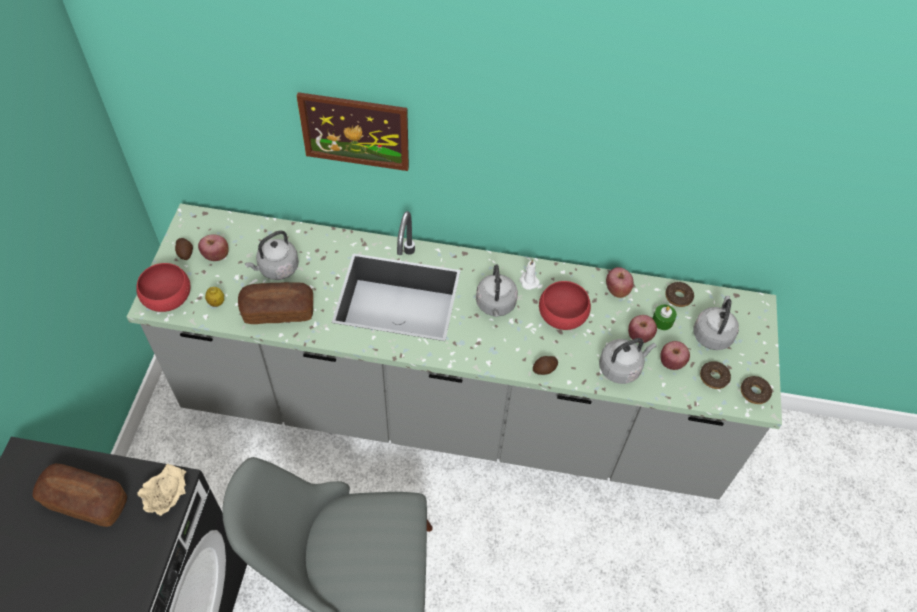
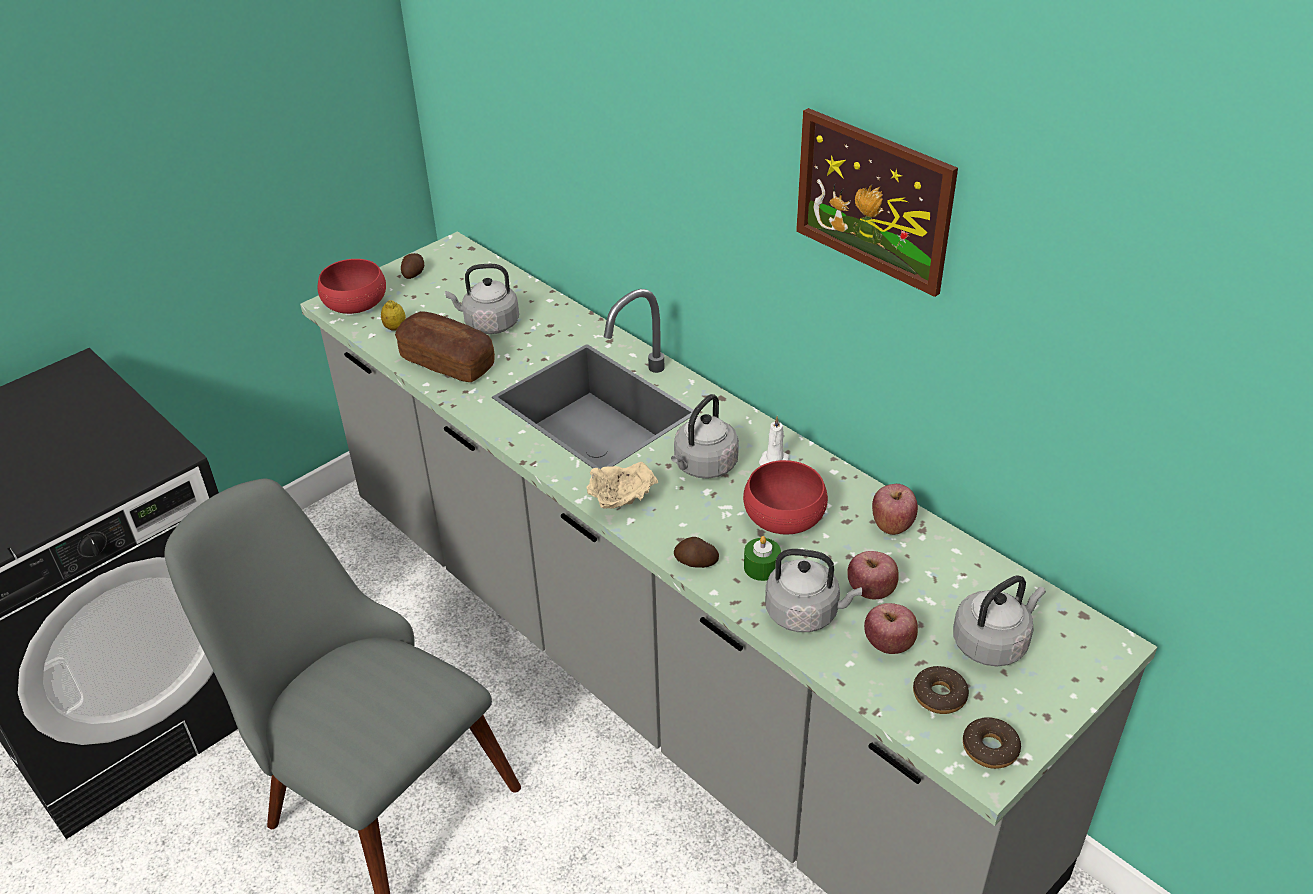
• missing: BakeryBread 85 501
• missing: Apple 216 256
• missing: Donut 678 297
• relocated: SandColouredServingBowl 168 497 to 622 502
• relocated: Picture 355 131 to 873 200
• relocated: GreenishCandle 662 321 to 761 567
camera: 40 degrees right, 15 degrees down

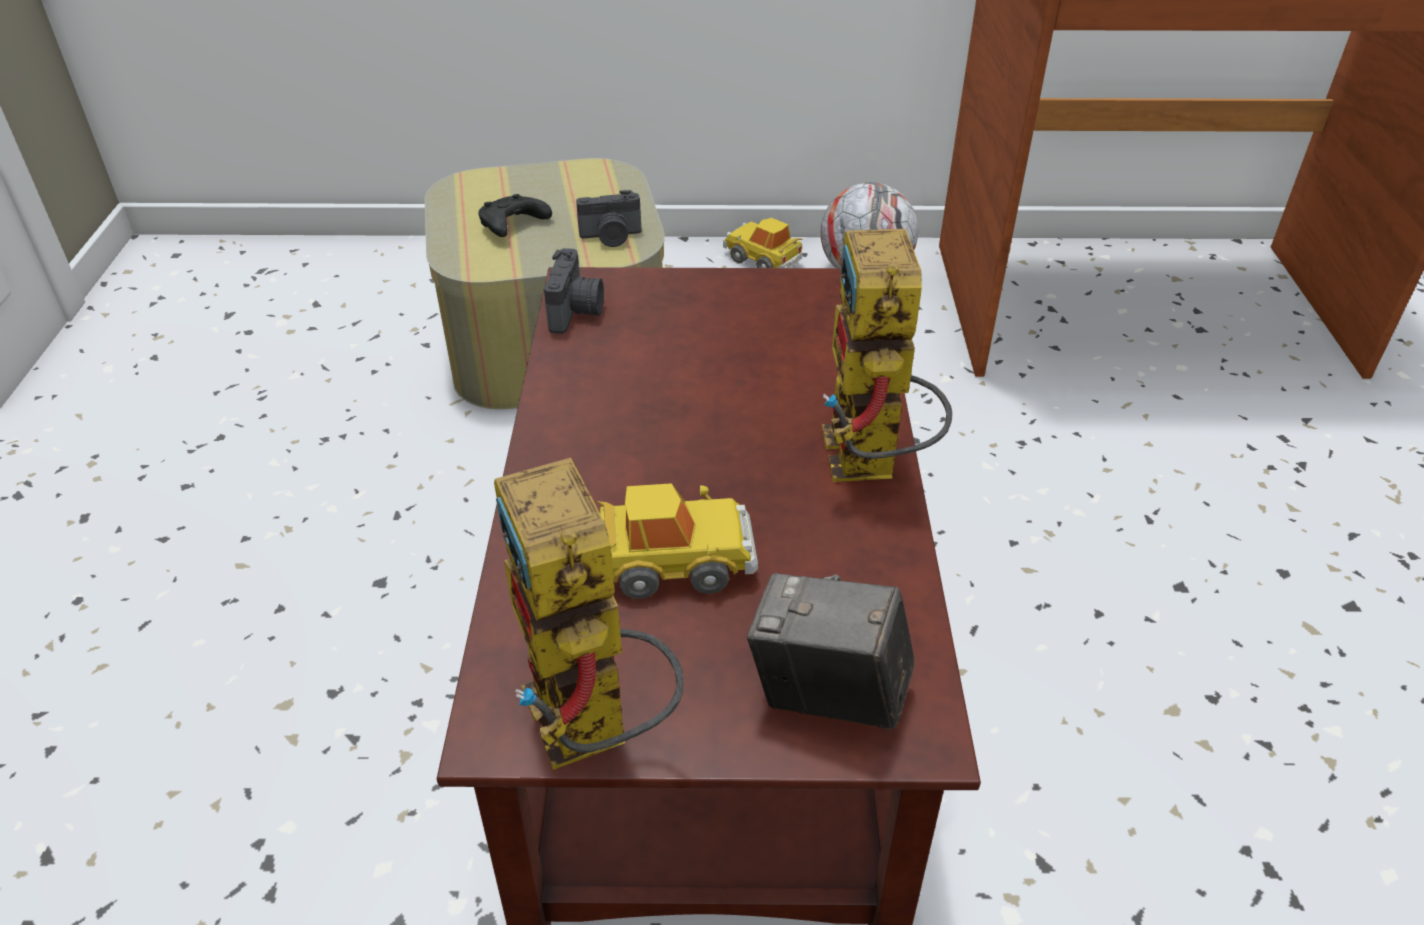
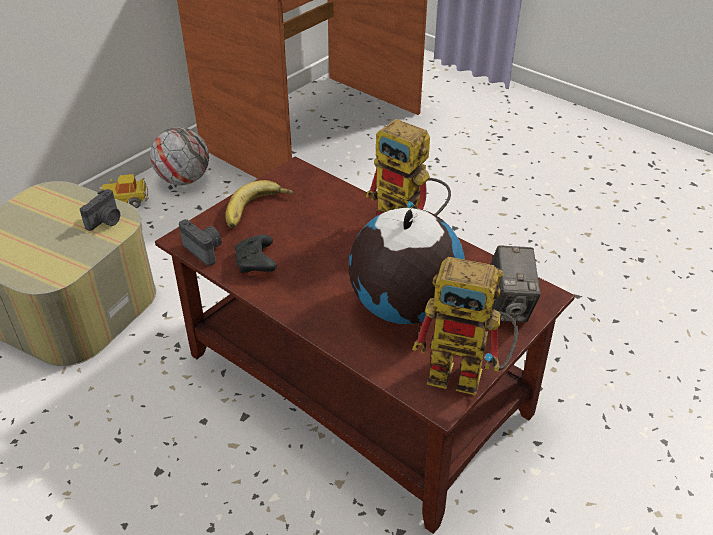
• appeared: Banana 258 210
• relocated: BlackColouredGamepad 512 227 to 256 262
• exchanged: ModelCar 674 562 to Globe 402 307
• spun: PhotoCamera 828 695 = 508 306 60 degrees counterclockwise
camera: 50 degrees left, 0 degrees up

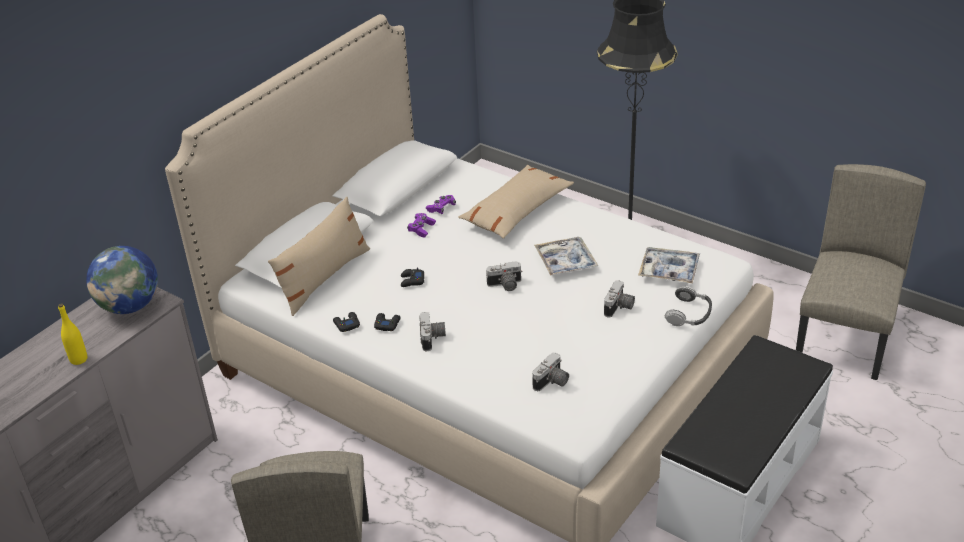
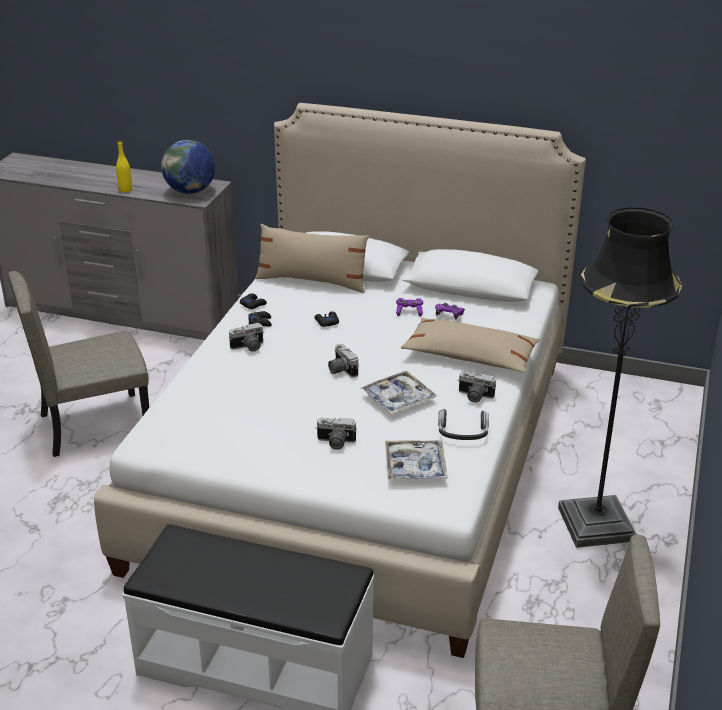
• relocated: PhotoCamera 552 382 to 474 396
• relocated: Headphones 689 314 to 463 432
camera: 70 degrees right, 5 degrees down

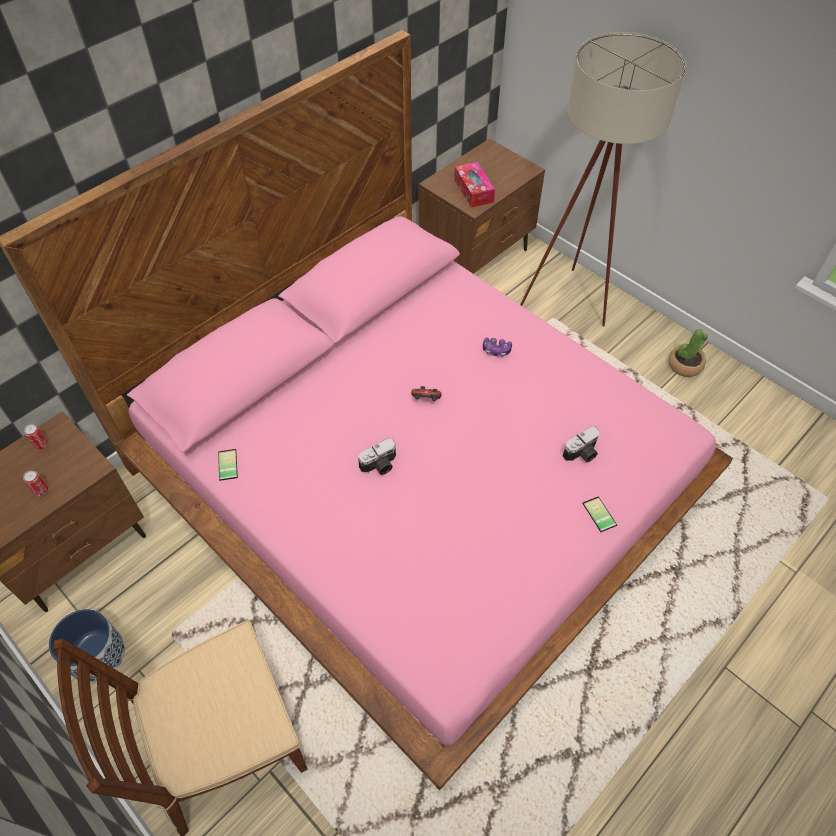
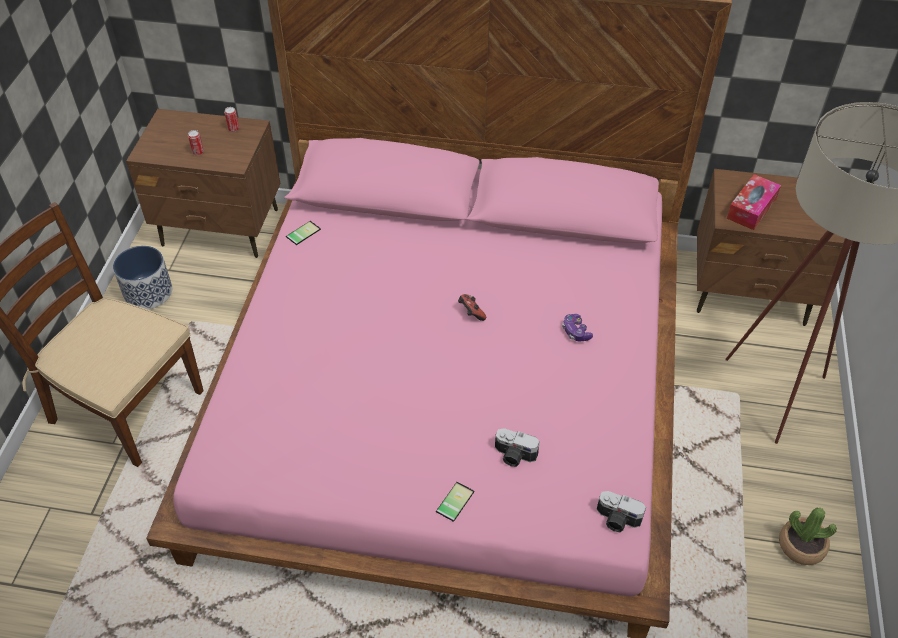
• relocated: PhotoCamera 380 465 to 617 520
camera: 55 degrees right, 5 degrees down

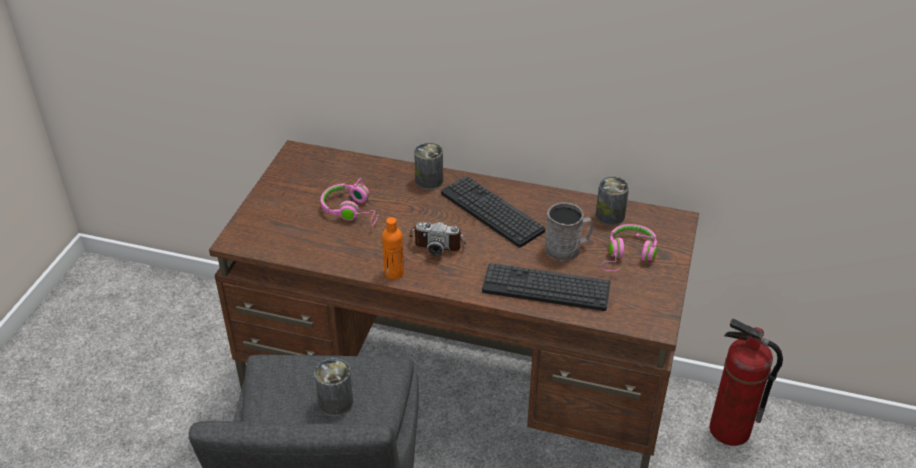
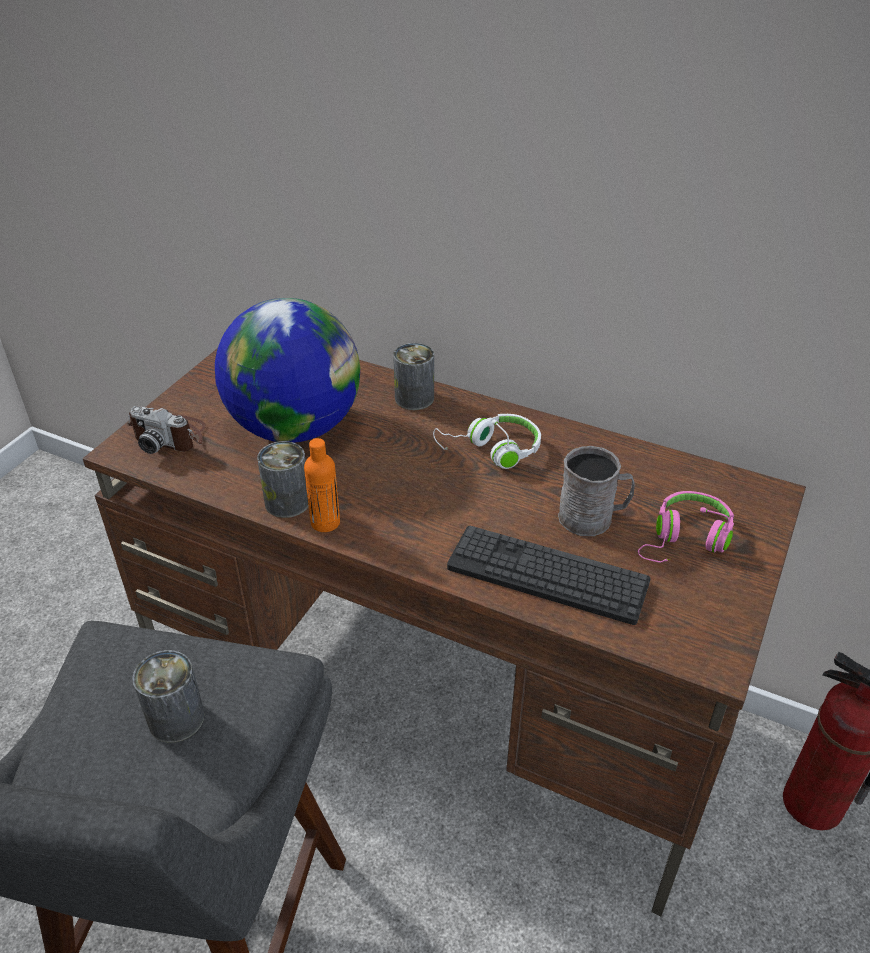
• relocated: PhotoCamera 438 240 to 170 435
• relocated: SealedCan 610 216 to 287 502
• exchanged: PinkishHeadphones 352 211 to Globe 295 427
• exchanged: Keyboard 492 212 to WhiteColouredHeadphones 492 450
camera: 10 degrees right, 0 degrees up

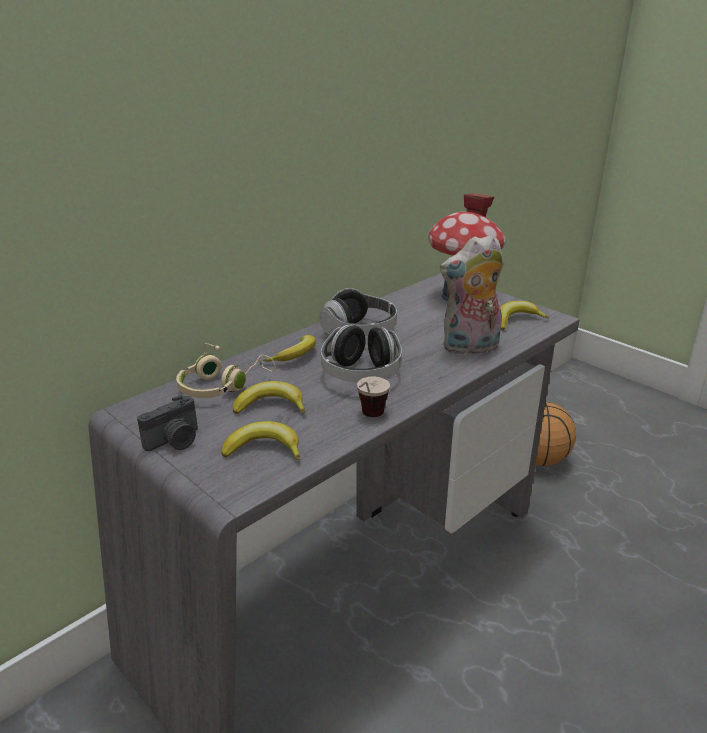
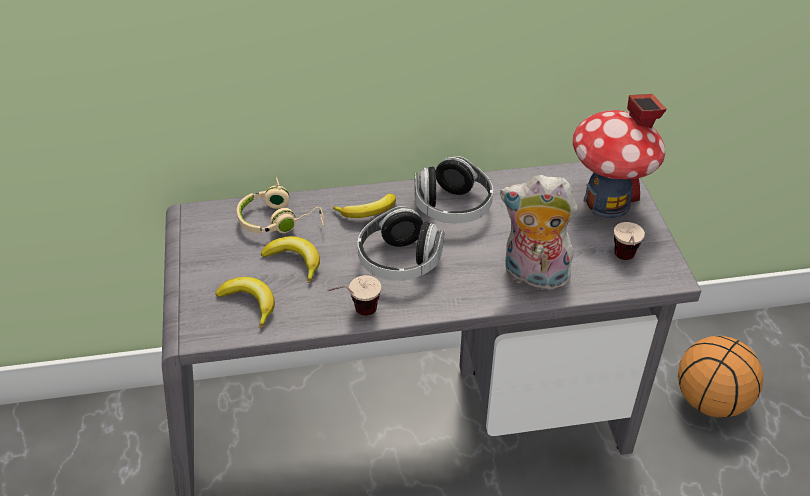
• missing: PhotoCamera 175 441
• exchanged: Banana 516 321 to SmallCup 624 262
camera: 35 degrees right, 15 degrees up

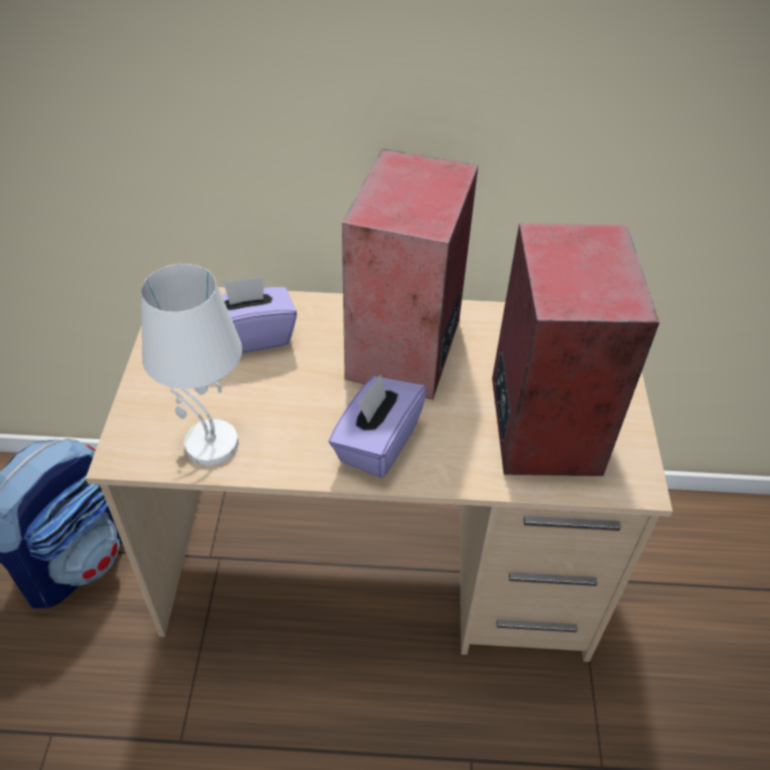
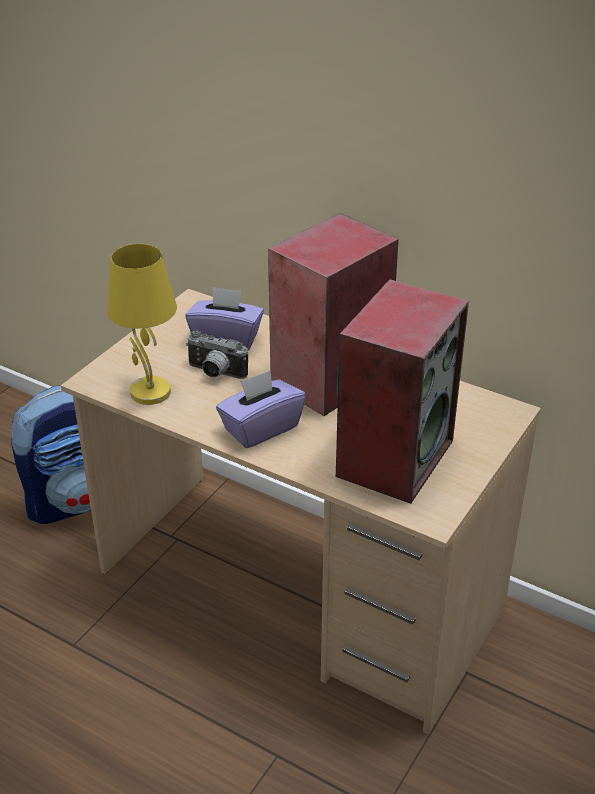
• appeared: PhotoCamera 215 373
• colour: WhiteColouredLampForATable 209 444 to YellowishLampForATable 149 392
camera: 30 degrees right, 10 degrees down

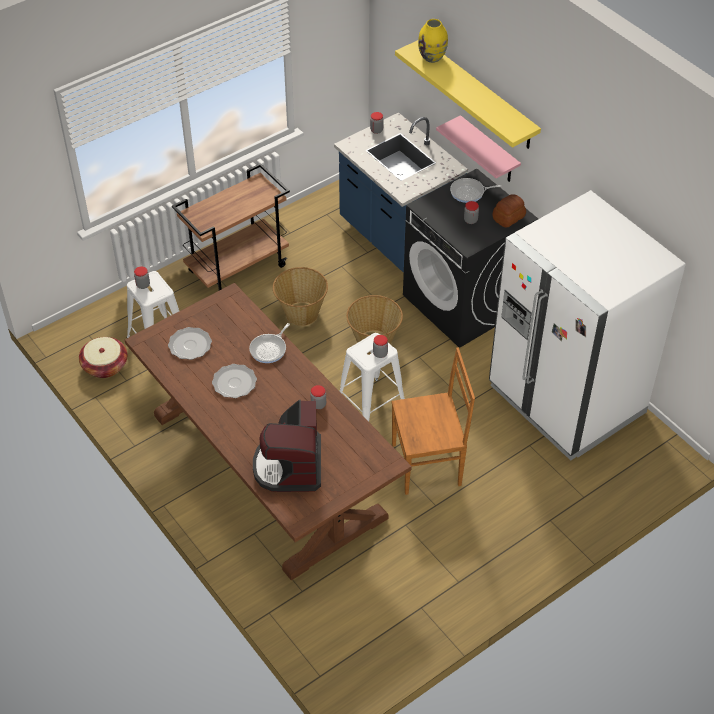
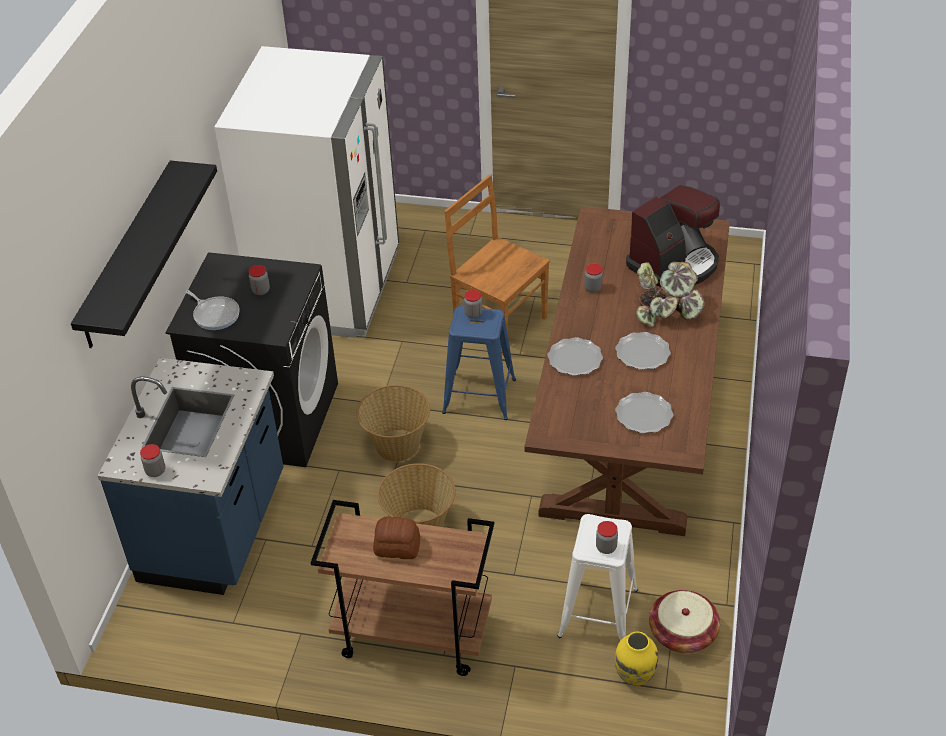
• missing: PinkishBracketShelf 489 151
• appeared: PottedPlant 666 312
• relocated: YellowishVase 432 57 to 634 675
• relocated: BakeryBread 509 217 to 397 546
• exchanged: Pan 269 349 to FlatDish 574 358
• colour: WhiteColouredStoolSeat 371 406 to BlueStoolSeat 479 396
• colour: YellowishBracketShelf 478 95 to BlackColouredBracketShelf 128 255
camera: 130 degrees left, 5 degrees down

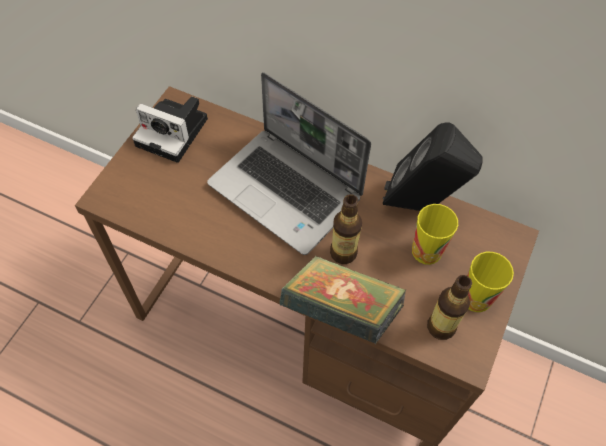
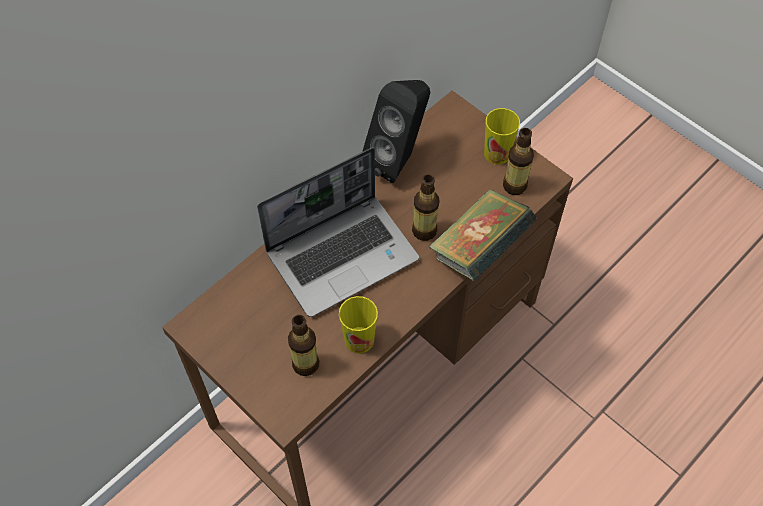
• missing: PhotoCamera 175 132
• appeared: BeverageBottle 305 364
• relocated: SmallCup 426 251 to 359 340
camera: 70 degrees left, 0 degrees up

